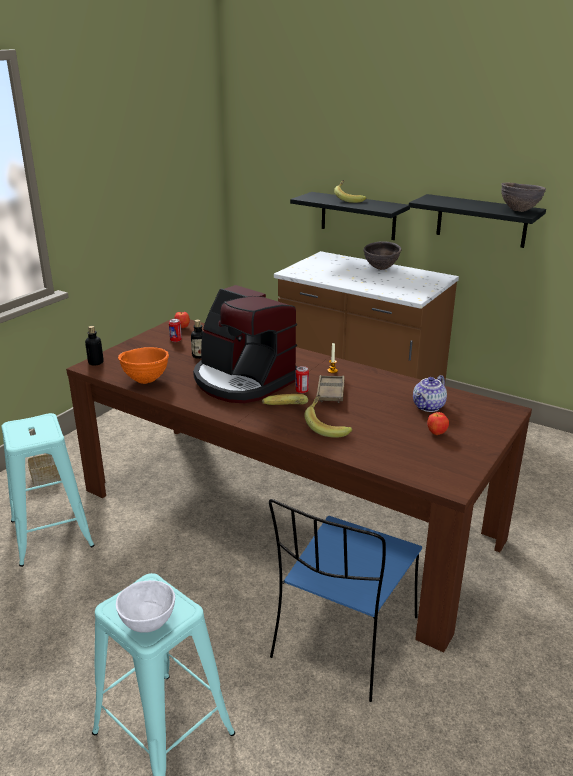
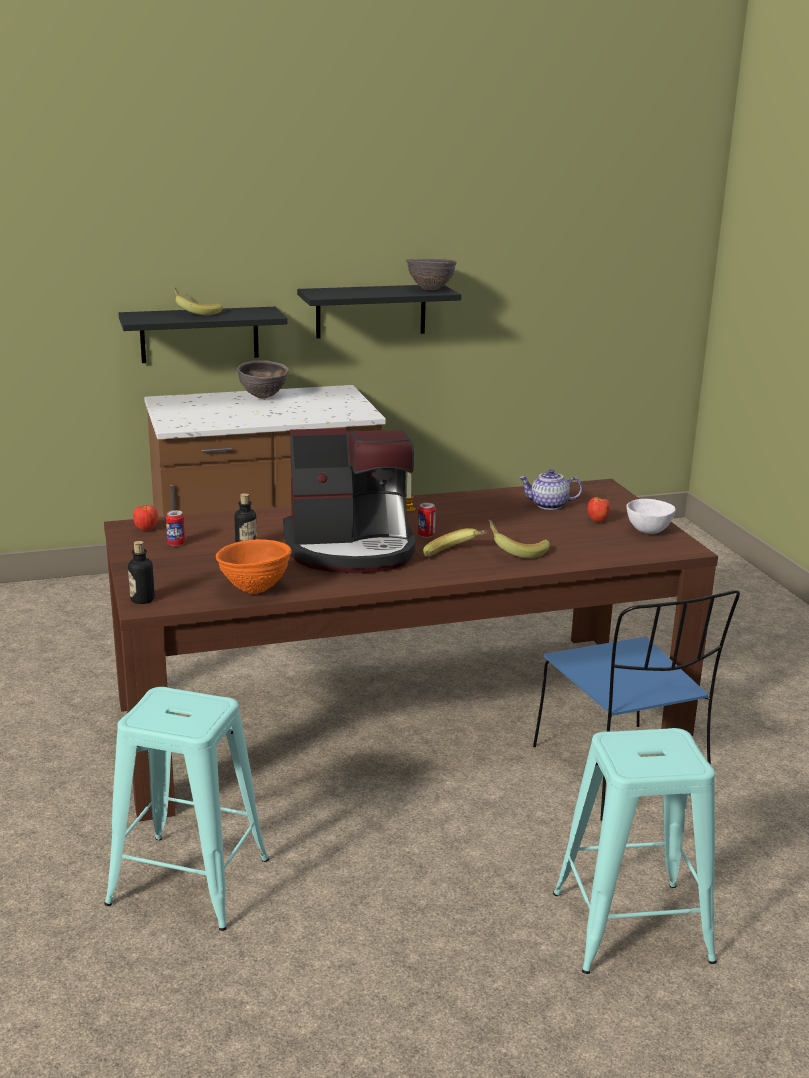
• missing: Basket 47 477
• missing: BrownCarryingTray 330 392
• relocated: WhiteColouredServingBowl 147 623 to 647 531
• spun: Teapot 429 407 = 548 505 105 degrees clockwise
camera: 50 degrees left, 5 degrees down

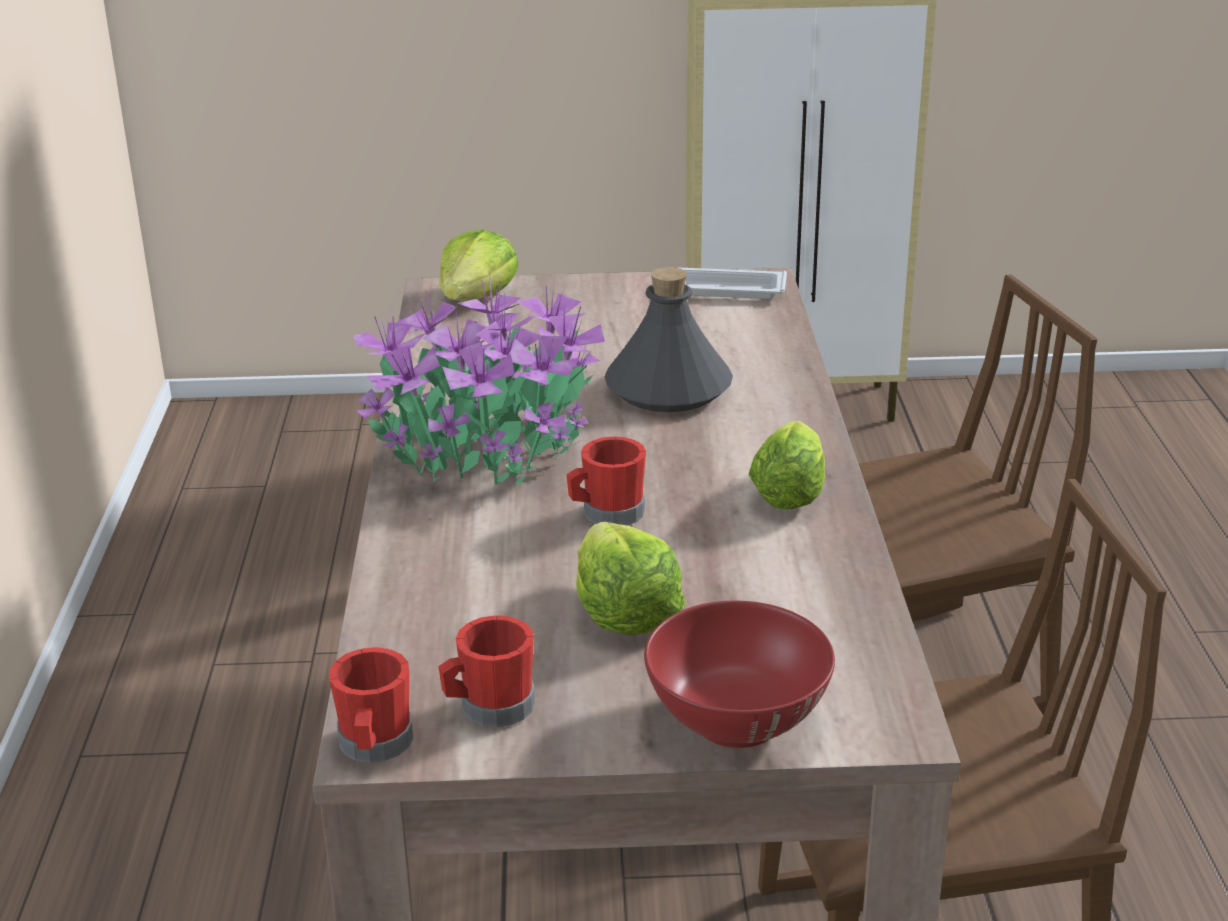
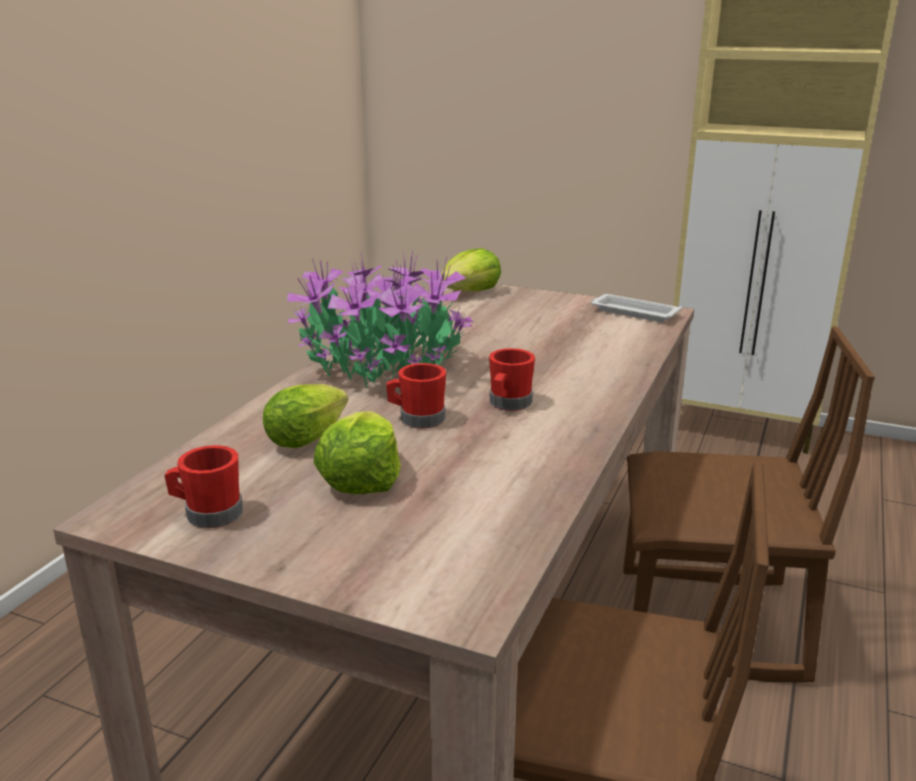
• missing: GreyBeverageBottle 667 389
• missing: ReddishServingBowl 736 720
• relocated: ReddishMug 374 746 to 508 404
• relocated: Lettuce 790 491 to 310 437
camera: 25 degrees right, 5 degrees down

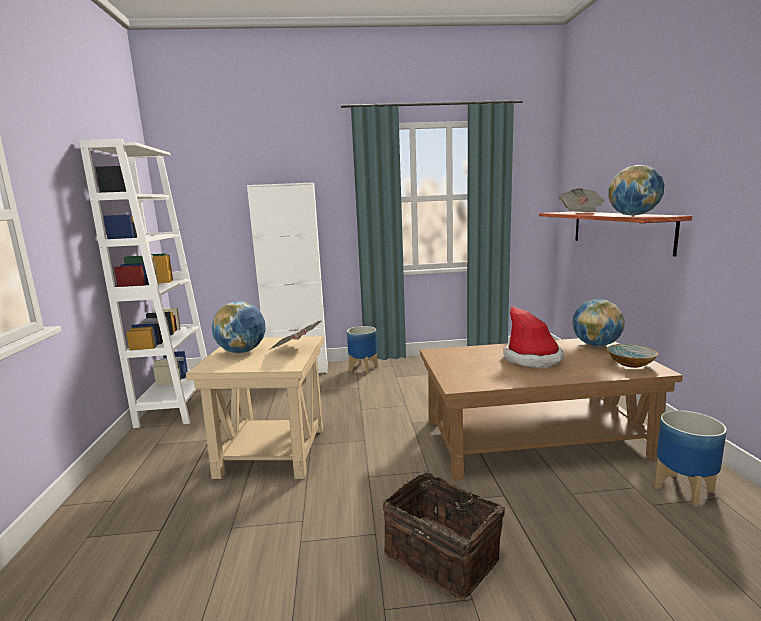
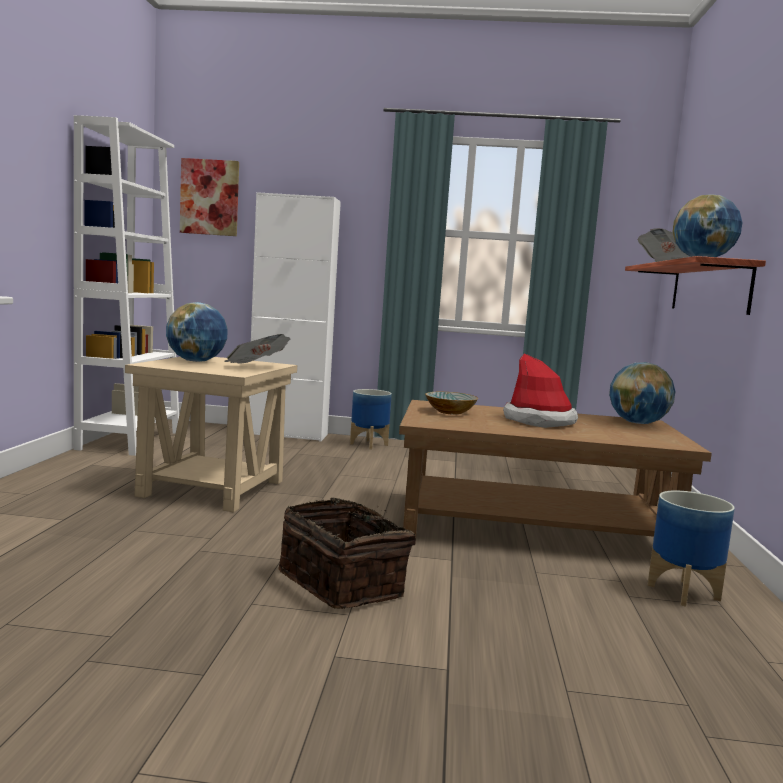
• appeared: Picture 209 197
• relocated: ServingBowl 631 364 to 451 412
camera: 10 degrees right, 5 degrees down

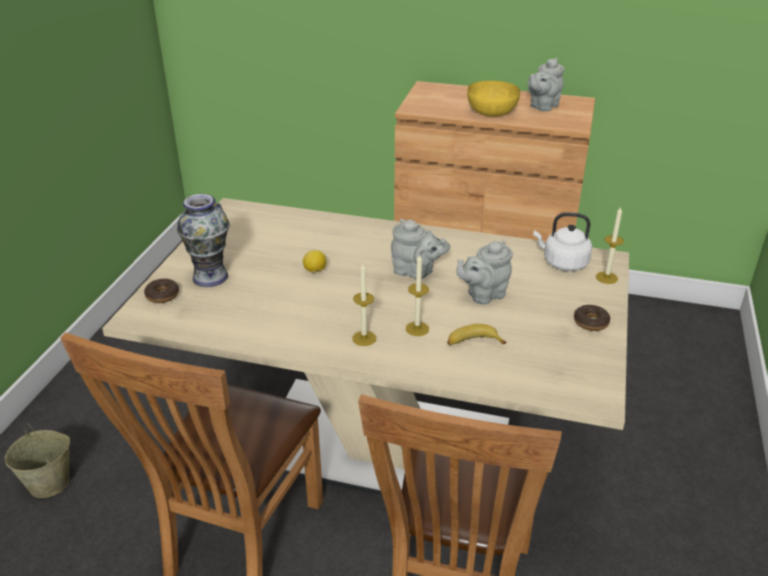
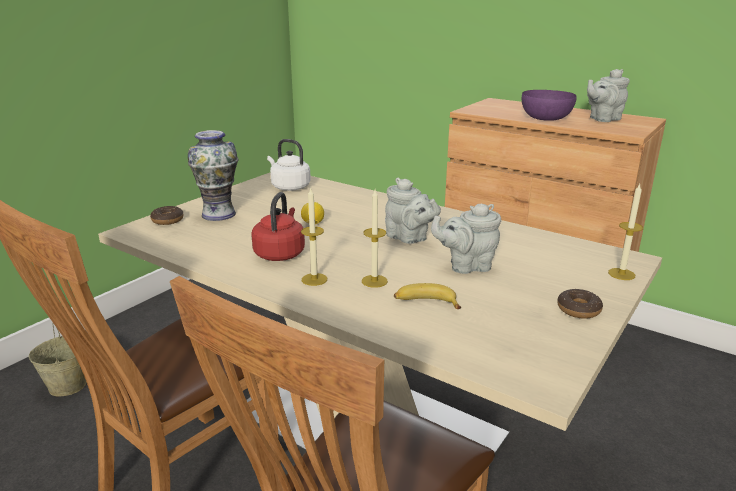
• appeared: ReddishWaterKettle 280 253
• relocated: WhiteColouredWaterKettle 562 263 to 289 187
• colour: YellowishServingBowl 492 112 to PurpleColouredServingBowl 546 118
camera: 20 degrees right, 10 degrees down

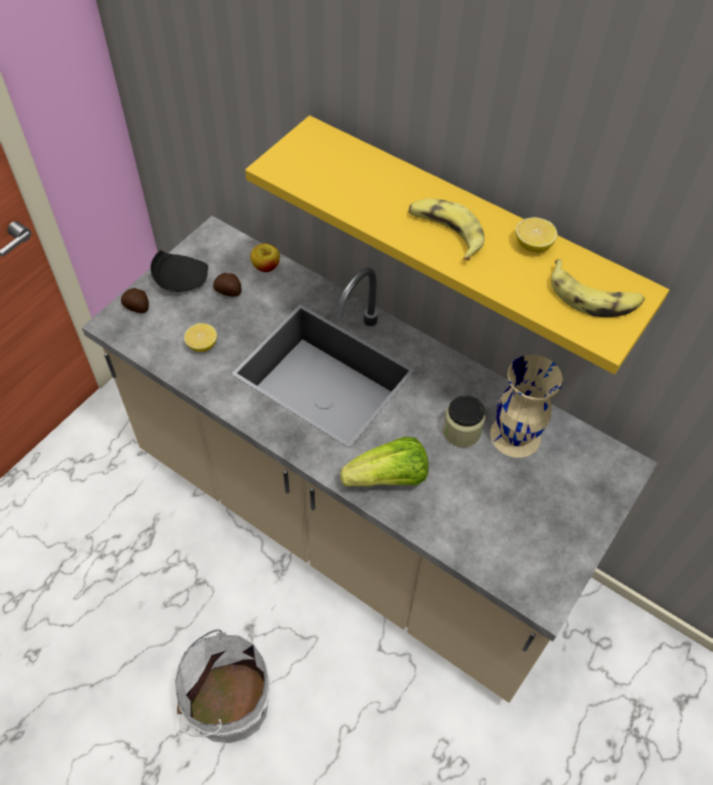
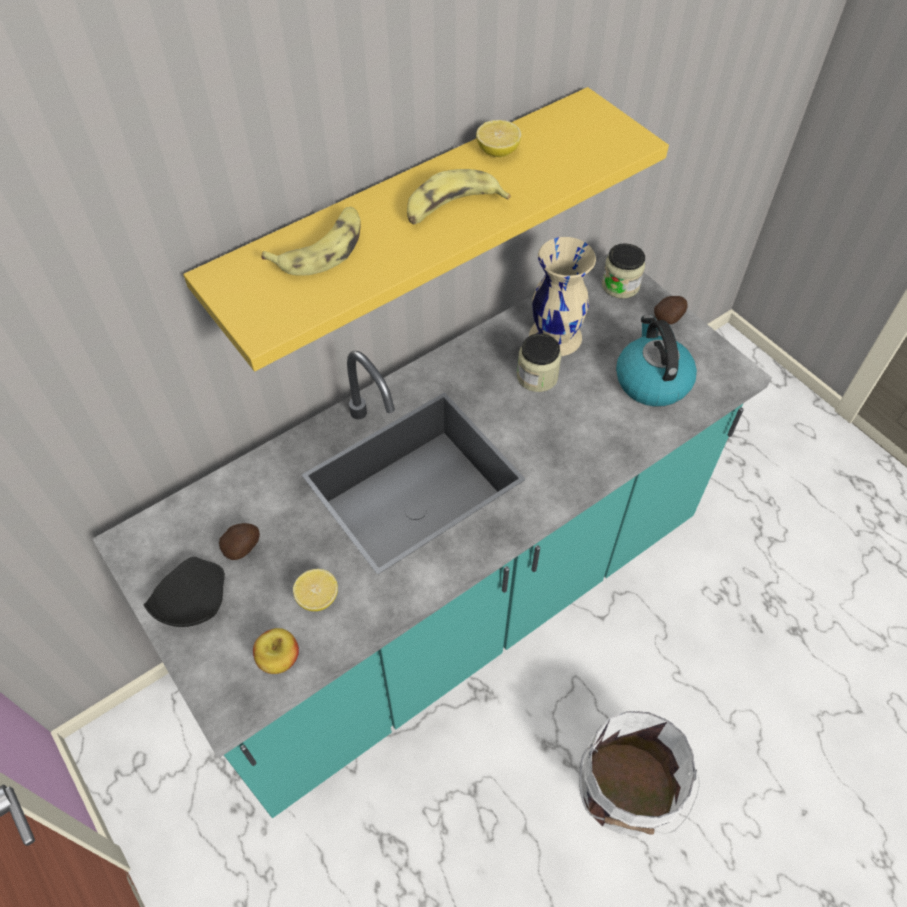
• missing: Lettuce 388 478
• appeared: Jar 620 285
• appeared: WaterKettle 651 380
• relocated: WholePotato 138 307 to 669 318
• relocated: Apple 266 266 to 279 659
• relocated: Banana 593 297 to 321 249
• colour: SandColouredKitchenBaseUnit 351 522 to BlueGreenKitchenBaseUnit 453 602
camera: 70 degrees left, 0 degrees up

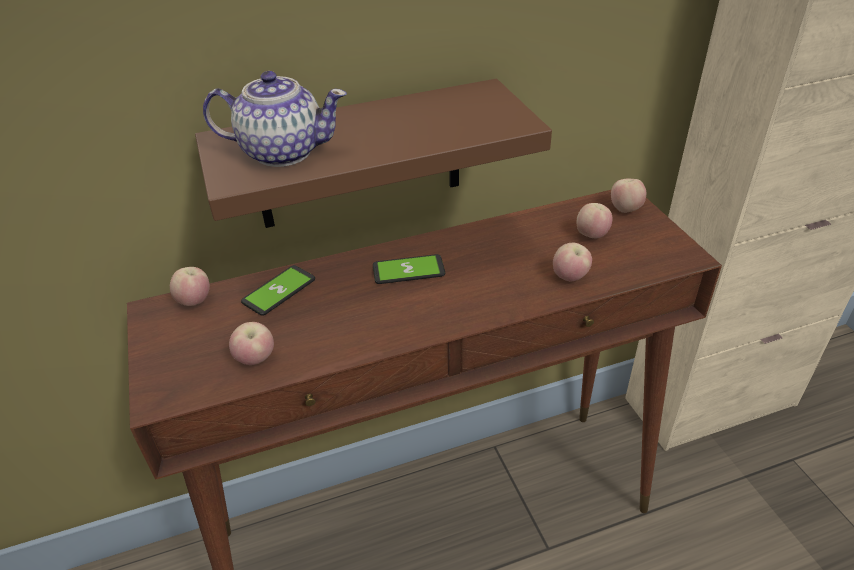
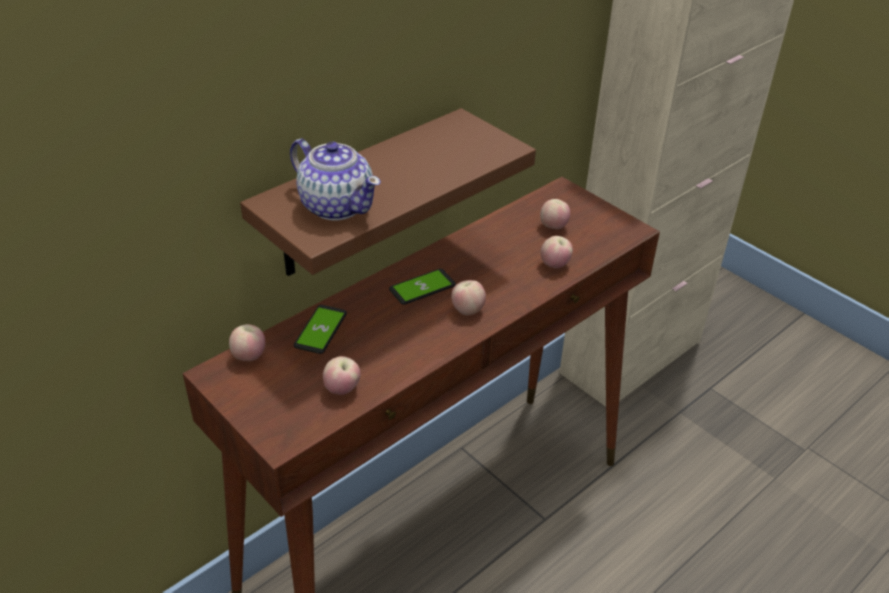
• relocated: Apple 625 209 to 468 310
• spun: Teapot 282 152 = 336 205 60 degrees clockwise
camera: 25 degrees left, 0 degrees up

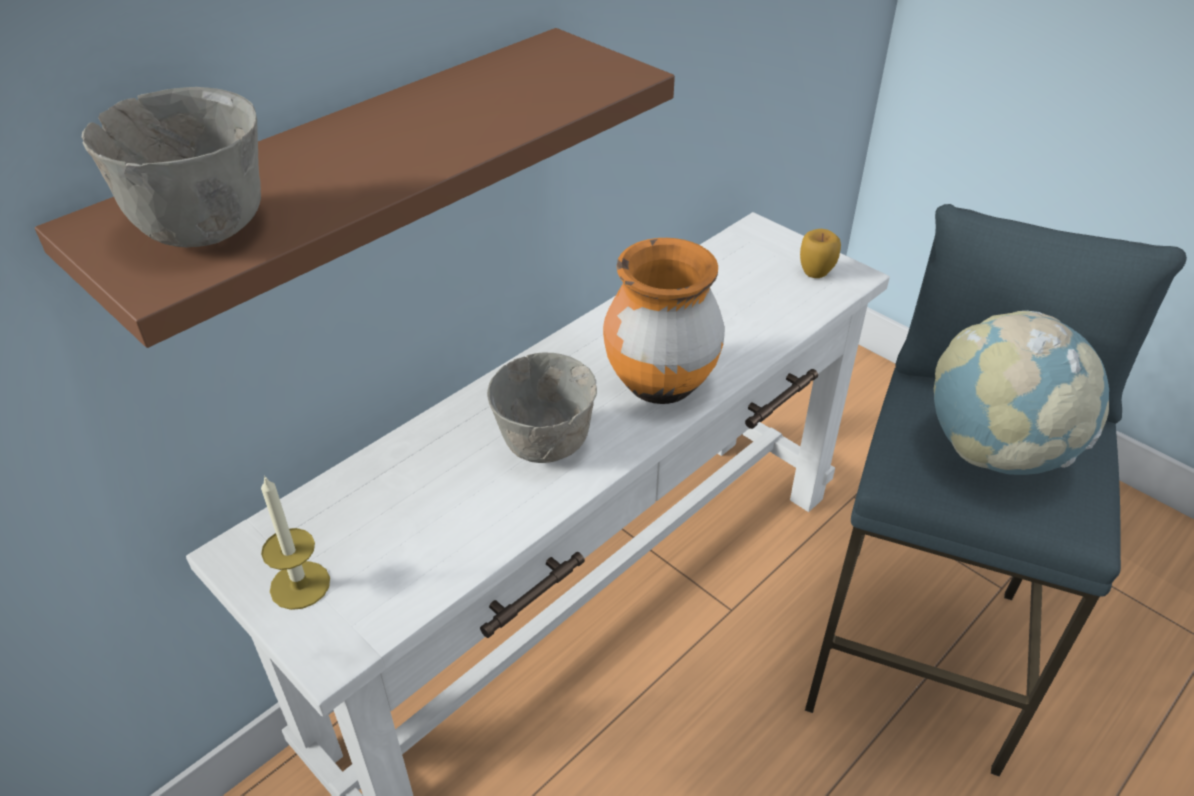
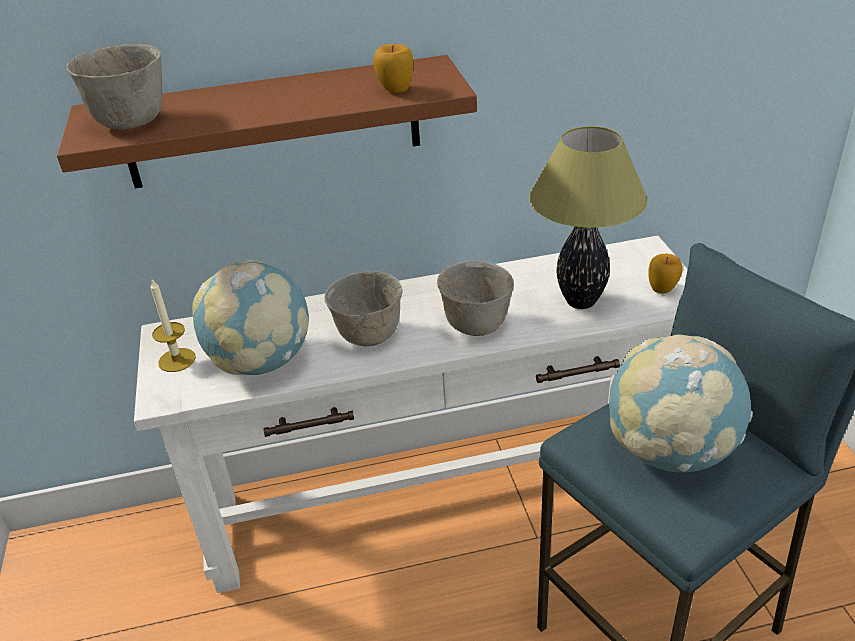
• appeared: Globe 261 362
• appeared: Apple 395 90
• appeared: LampForATable 580 302
• exchanged: OrangeVase 660 384 to GreyServingBowl 474 325
camera: 35 degrees right, 5 degrees down

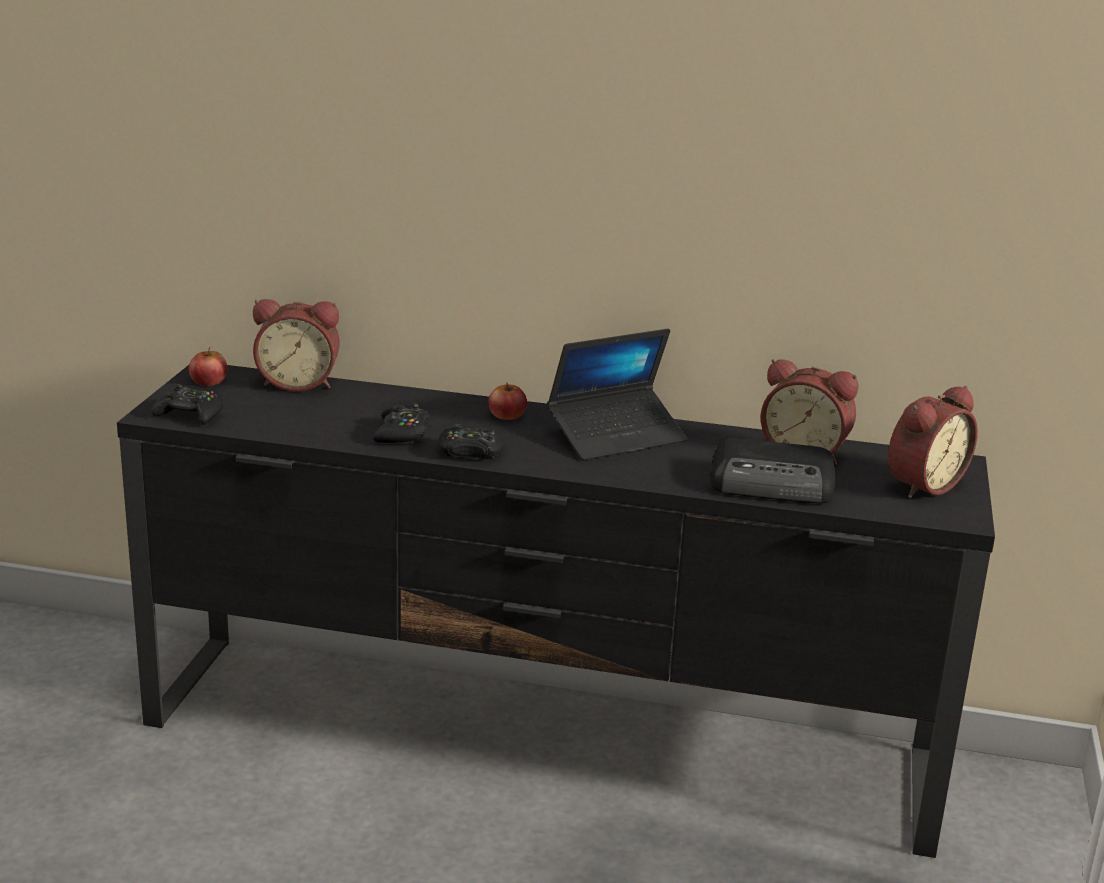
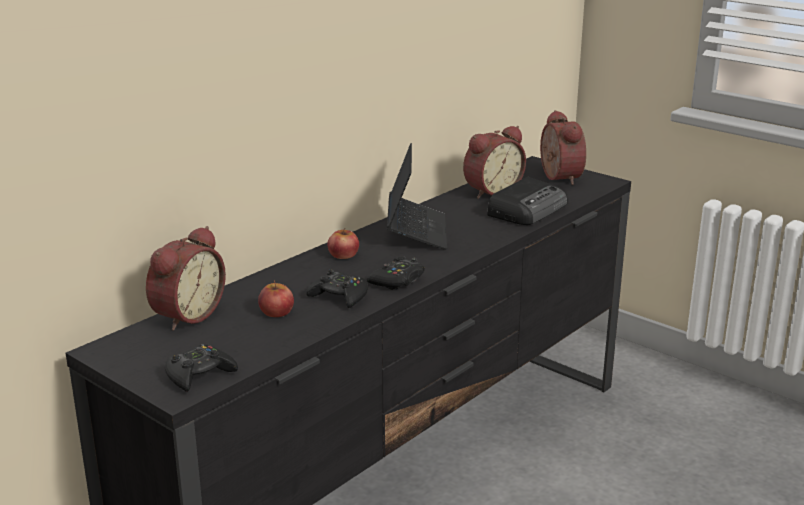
• relocated: Apple 208 381 to 276 312
camera: 60 degrees left, 0 degrees up

